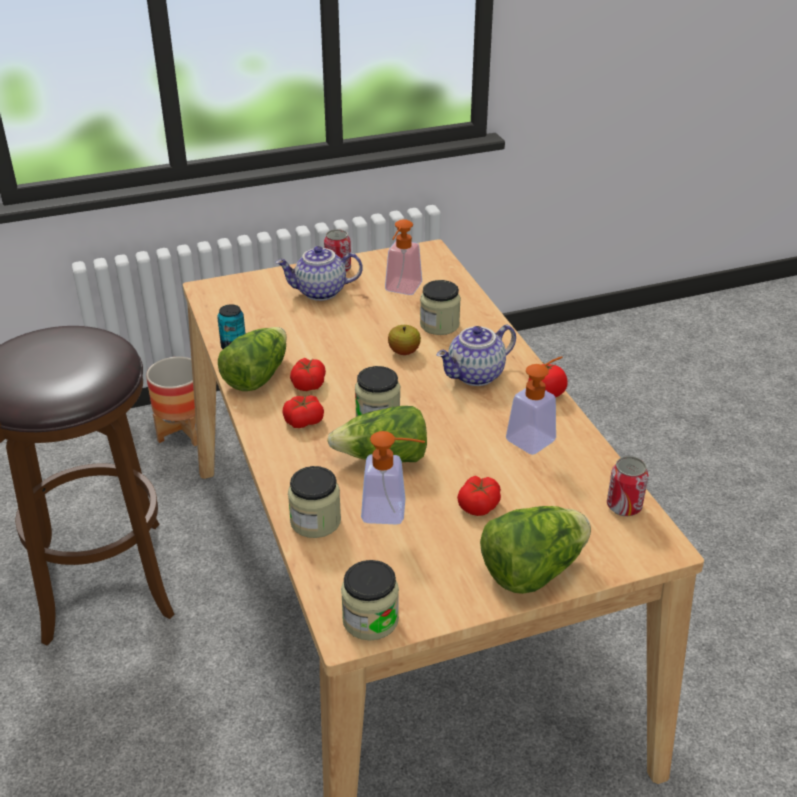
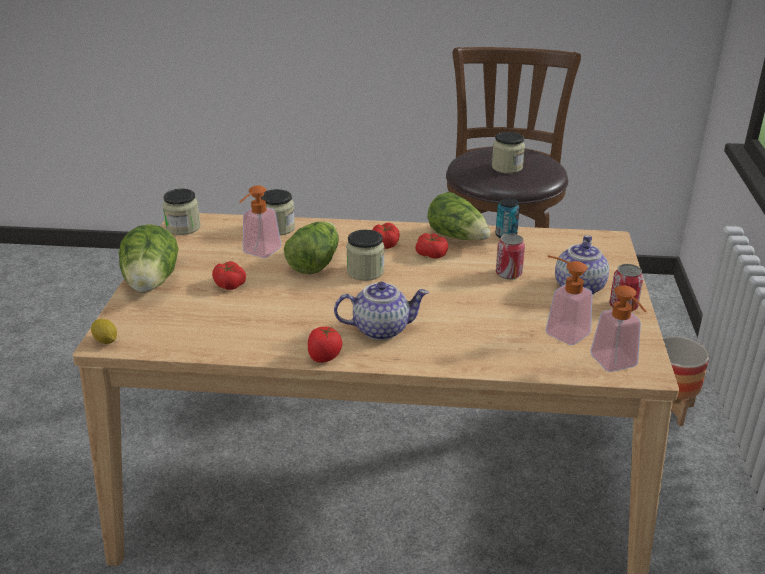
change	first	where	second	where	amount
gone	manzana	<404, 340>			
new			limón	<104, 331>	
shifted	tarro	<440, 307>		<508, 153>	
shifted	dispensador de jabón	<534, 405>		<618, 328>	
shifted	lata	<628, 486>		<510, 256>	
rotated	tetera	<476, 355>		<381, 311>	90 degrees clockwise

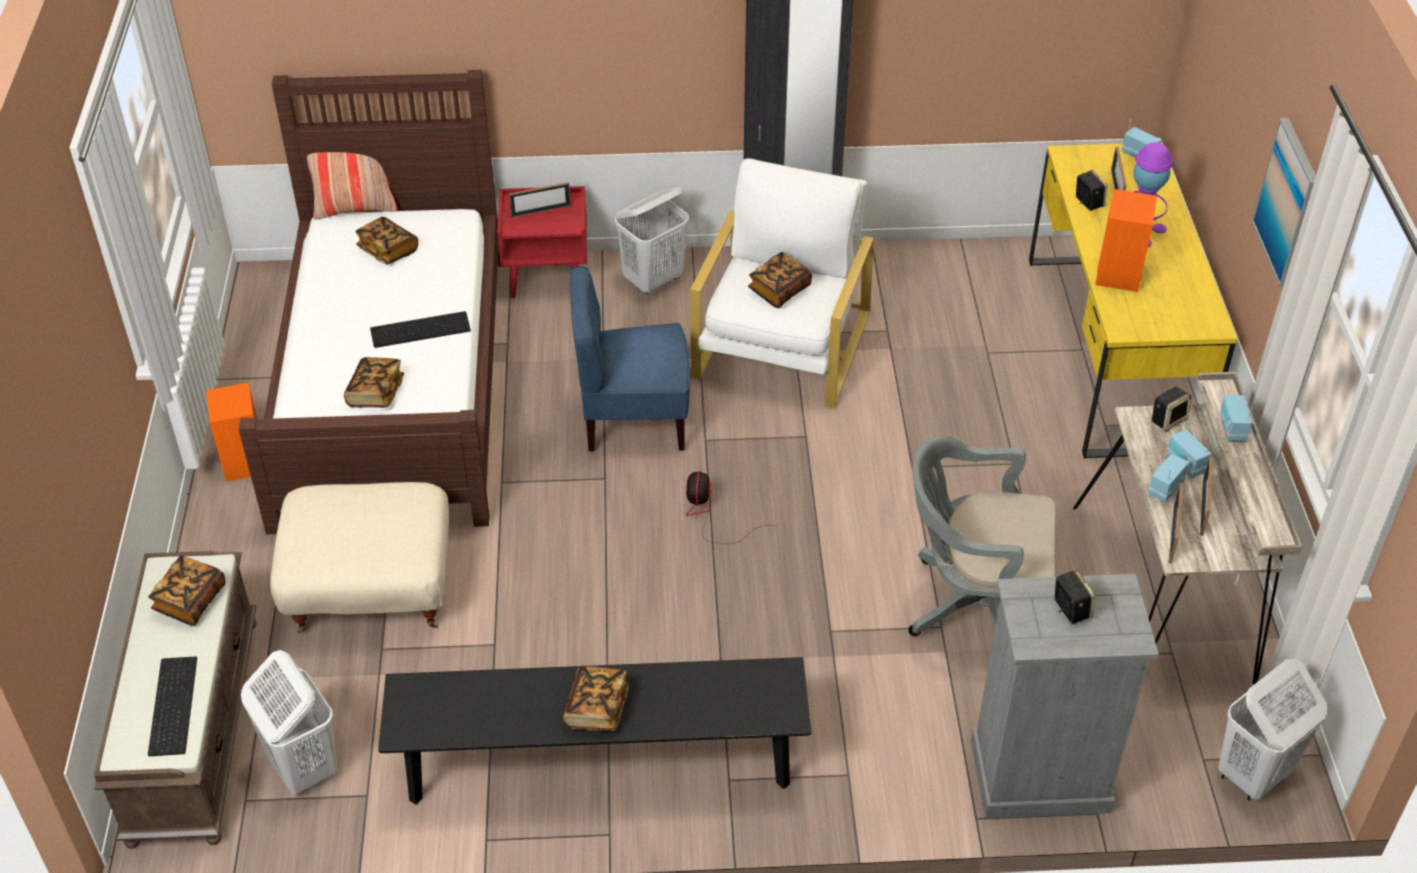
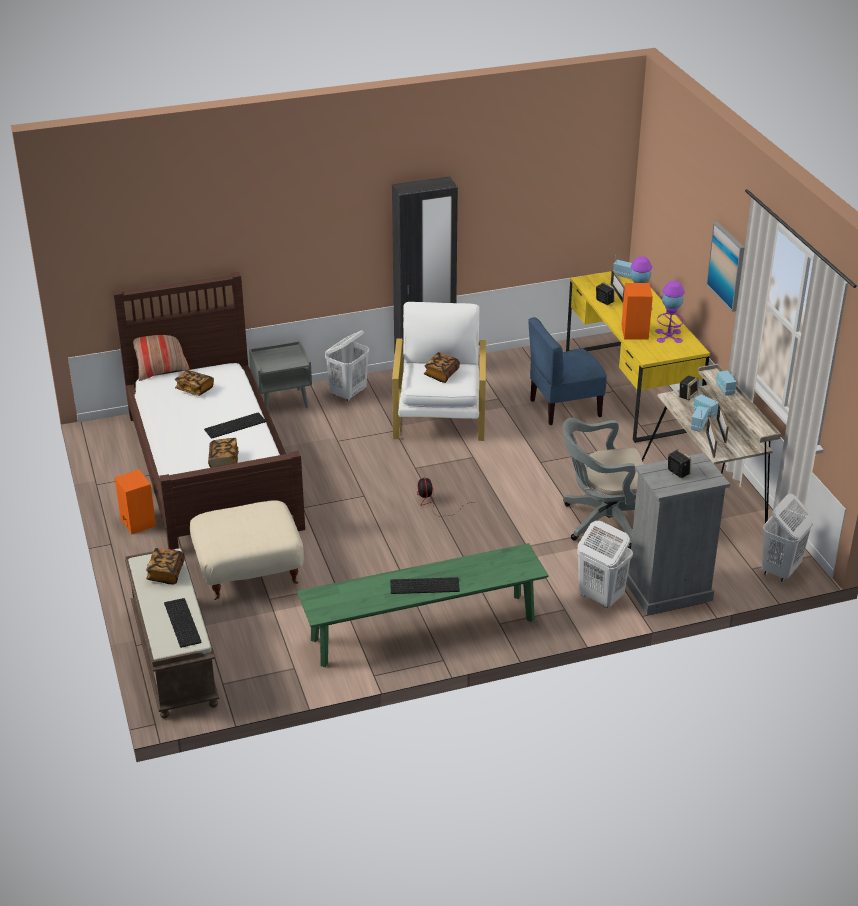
change	first	where	second	where	amount
gone	portarretratos	<540, 200>			
new			lámpara de mesa [morado]	<670, 312>	
shifted	cesto de la ropa [blanco]	<289, 722>		<605, 564>	
shifted	silla [azul]	<630, 359>		<567, 371>	
swapped	libro	<596, 698>	teclado	<425, 585>	
repainted	banco [negro]	<594, 731>	banco [verde]	<423, 605>	
repainted	mesita de noche [rojo]	<542, 242>	mesita de noche [gris]	<280, 375>	

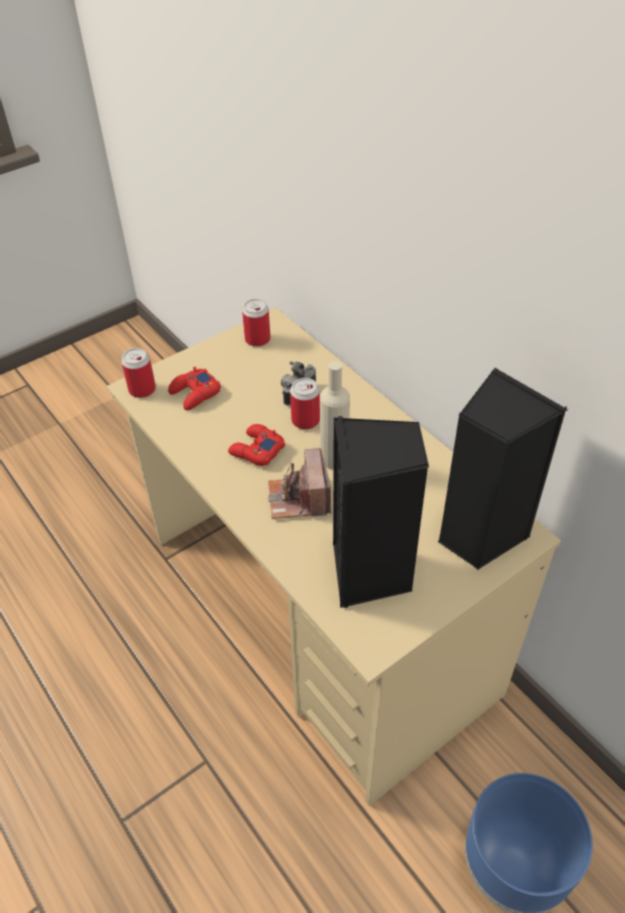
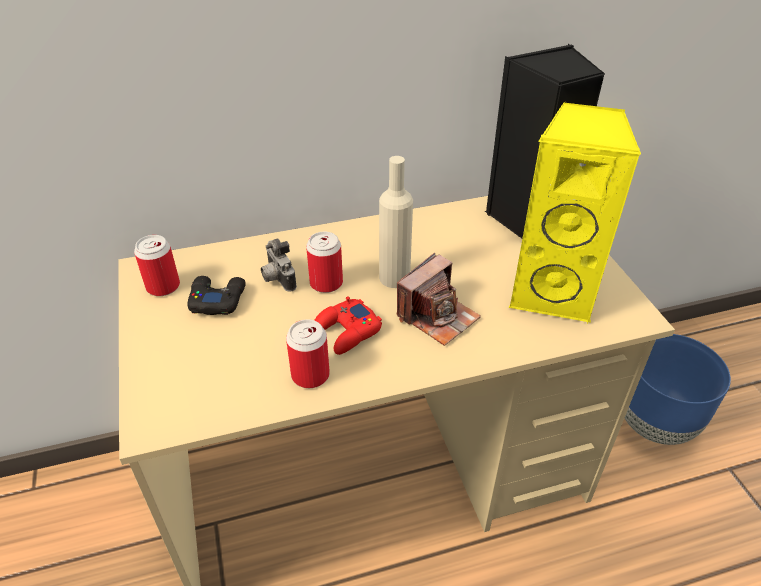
change	first	where	second	where	amount
gone	mando de consola [rojo]	<194, 388>			
new			mando de consola [negro]	<216, 295>	
shifted	lata	<138, 373>		<308, 353>	
repainted	altavoz [negro]	<381, 512>	altavoz [amarillo]	<575, 213>	
rotated	cámara	<299, 483>		<439, 299>	60 degrees counterclockwise

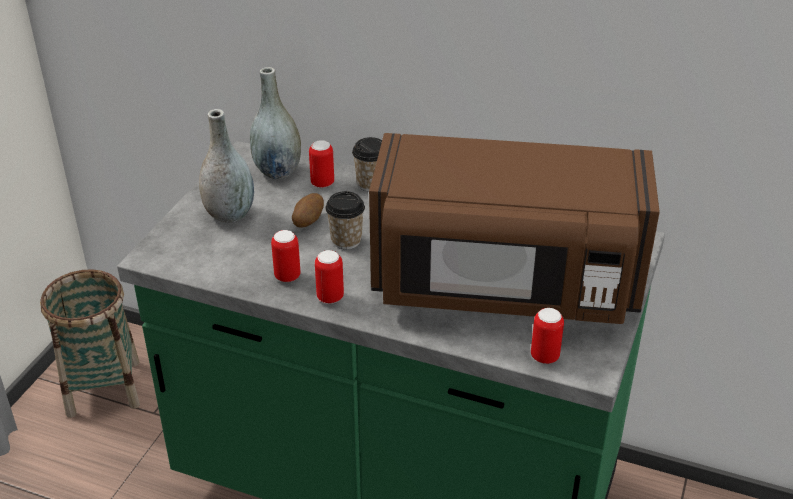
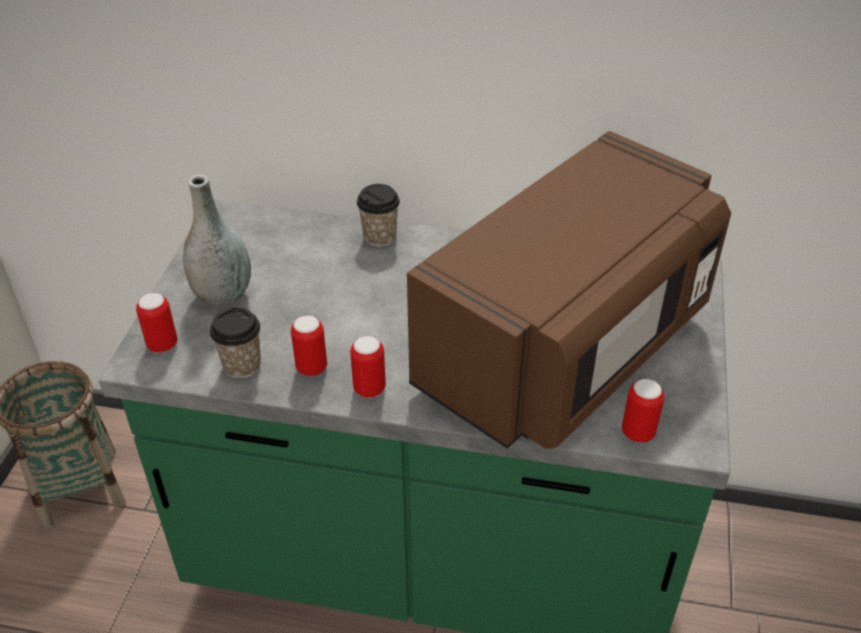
change	first	where	second	where	amount
gone	florero [gris]	<275, 123>			
gone	patata	<308, 210>			
shifted	lata	<321, 164>		<157, 323>	
shifted	taza	<345, 220>		<235, 343>	
rotated	microondas [marrón]	<514, 228>		<569, 290>	45 degrees counterclockwise

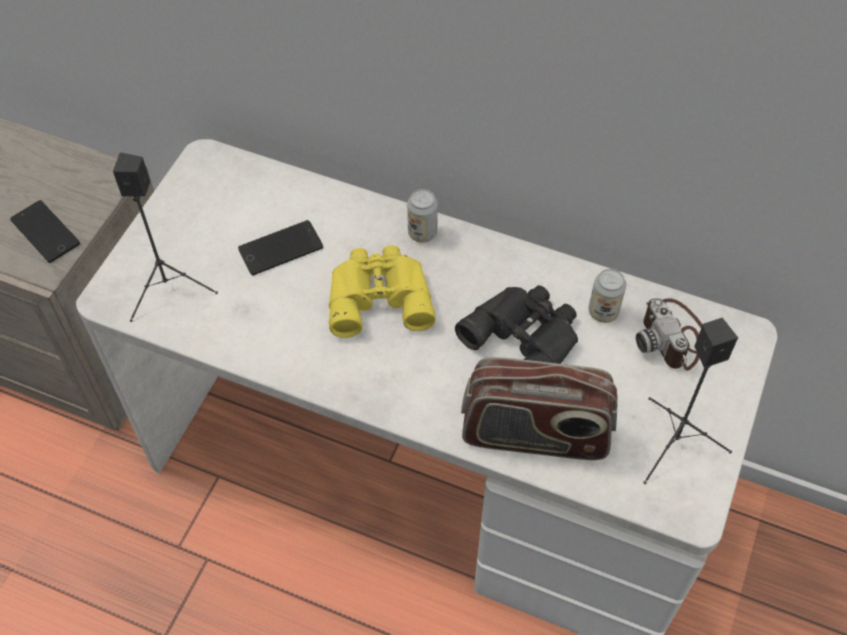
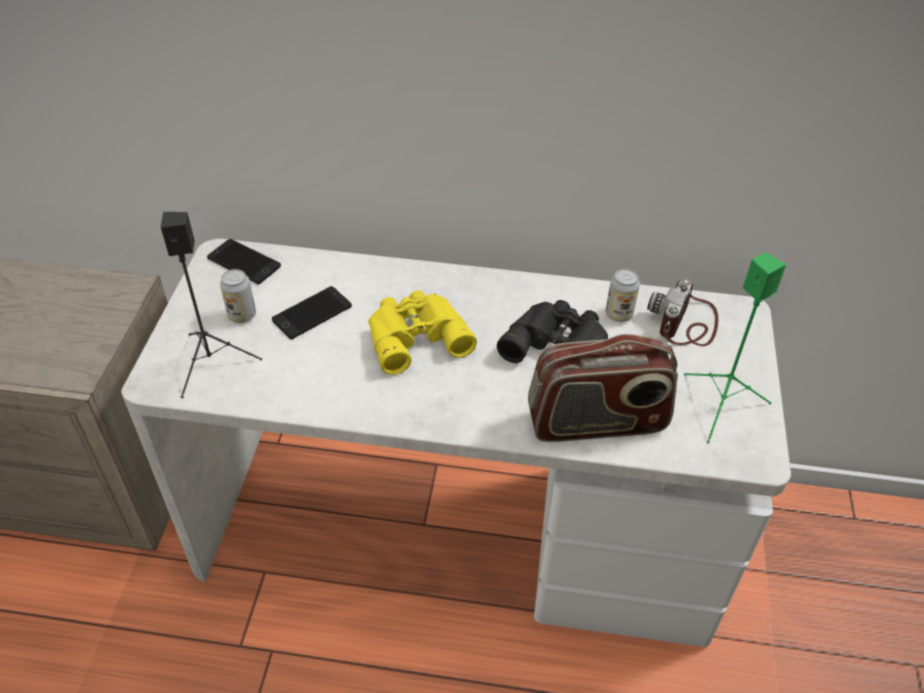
change	first	where	second	where	amount
shifted	móvil	<45, 231>		<244, 261>	
shifted	lata	<422, 216>		<238, 296>	
repainted	altavoz [negro]	<690, 401>	altavoz [verde]	<735, 348>	
rotated	cámara	<669, 334>		<682, 312>	60 degrees clockwise

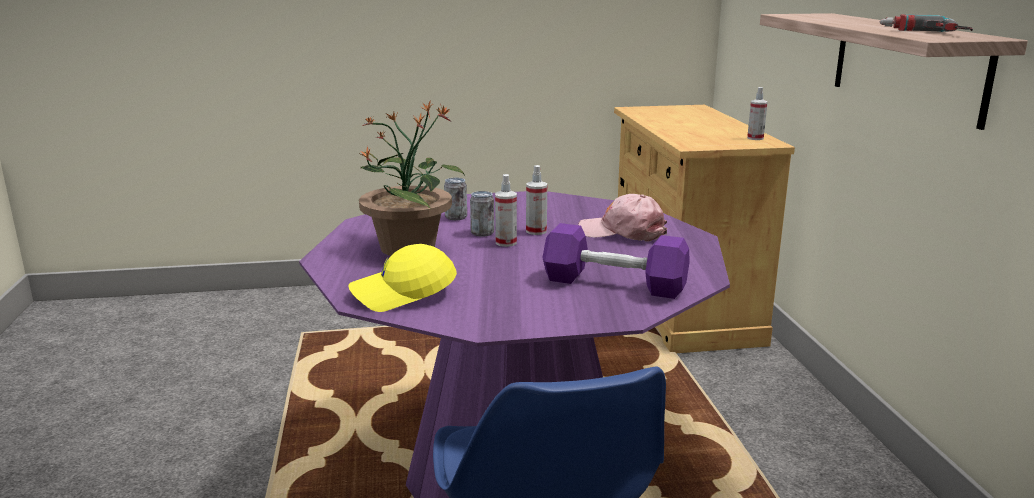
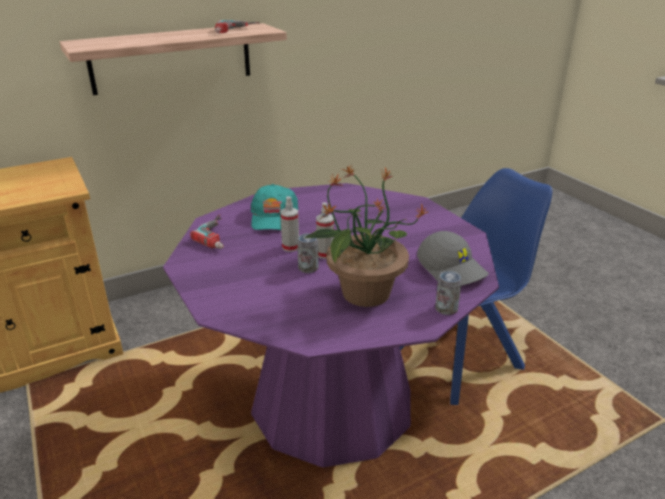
change	first	where	second	where	amount
gone	mancuerna [morado]	<616, 261>			
gone	pulverizador	<757, 113>			
new			taladro	<207, 232>	
shifted	lata	<455, 199>		<448, 293>	
repainted	gorra [amarillo]	<402, 278>	gorra [gris]	<453, 258>	
repainted	gorra [rosa]	<622, 218>	gorra [turquesa]	<274, 207>	

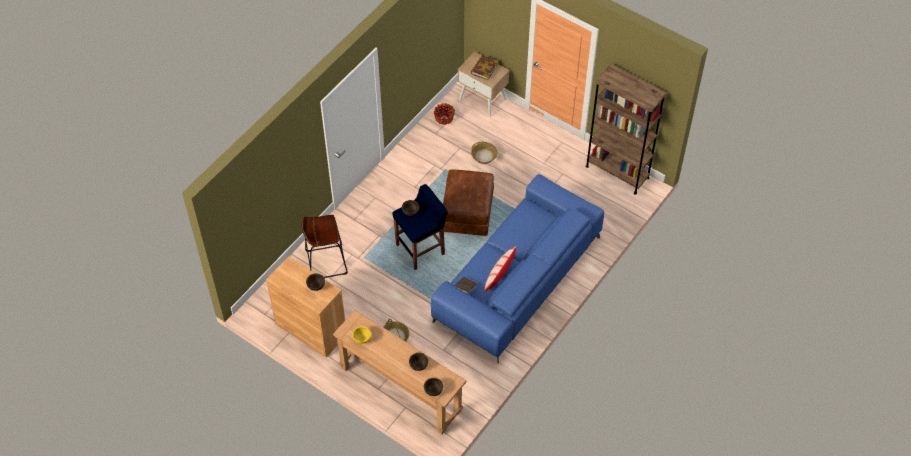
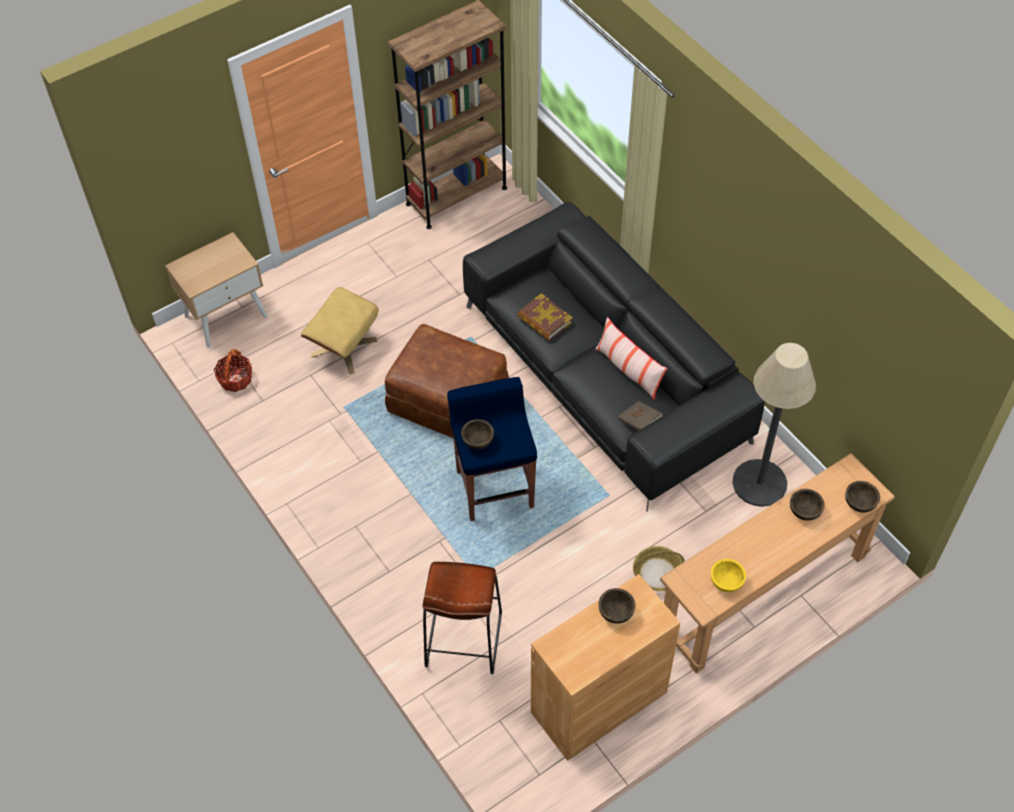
change	first	where	second	where	amount
new			lámpara de pie	<774, 425>	
shifted	libro	<484, 68>		<544, 317>	
swapped	cesta	<484, 153>	puf [beis]	<340, 330>	
repainted	sofá [azul]	<517, 269>	sofá [negro]	<614, 357>	

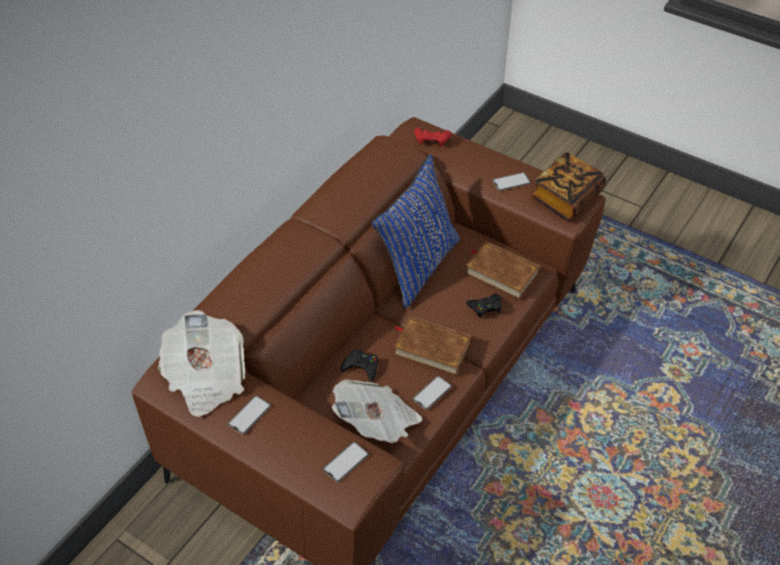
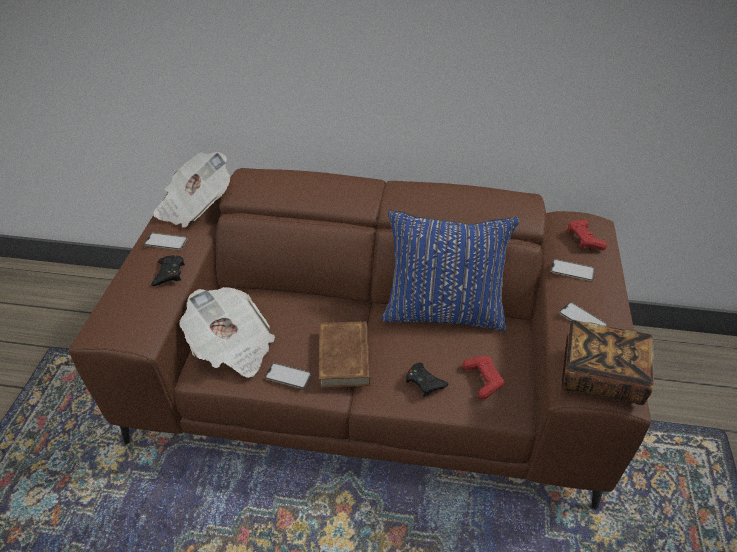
change	first	where	second	where	amount
shifted	móvil	<346, 462>		<573, 270>	
shifted	mando de consola [negro]	<359, 365>		<168, 270>	
swapped	libro [marrón]	<503, 270>	mando de consola [rojo]	<483, 377>	

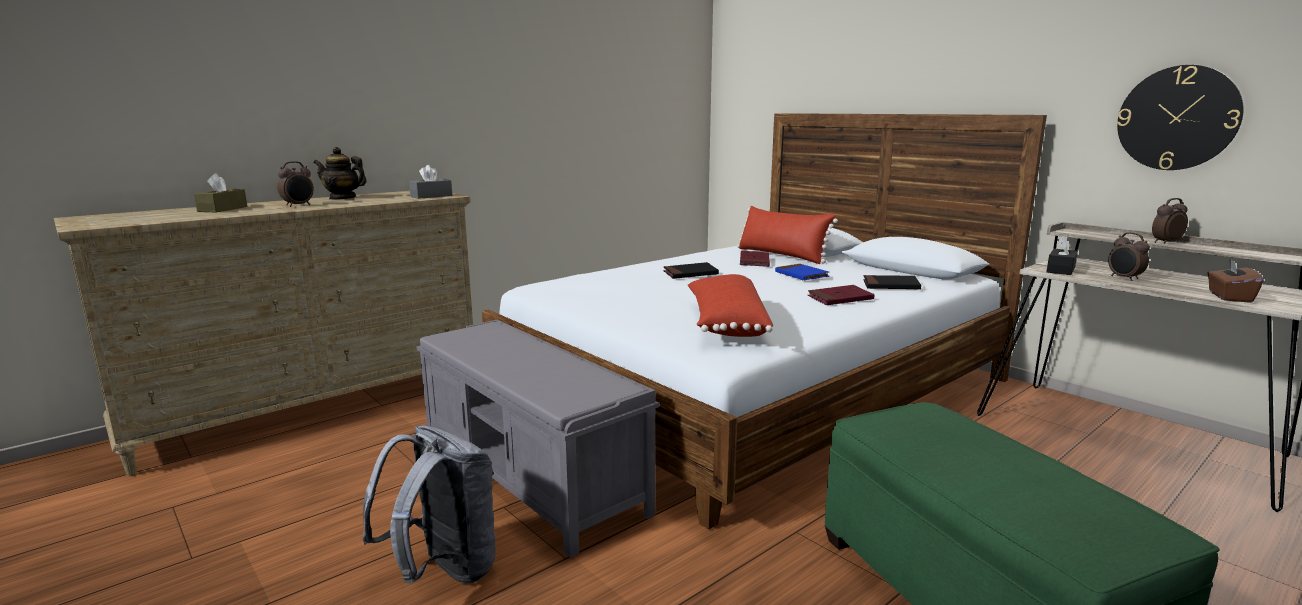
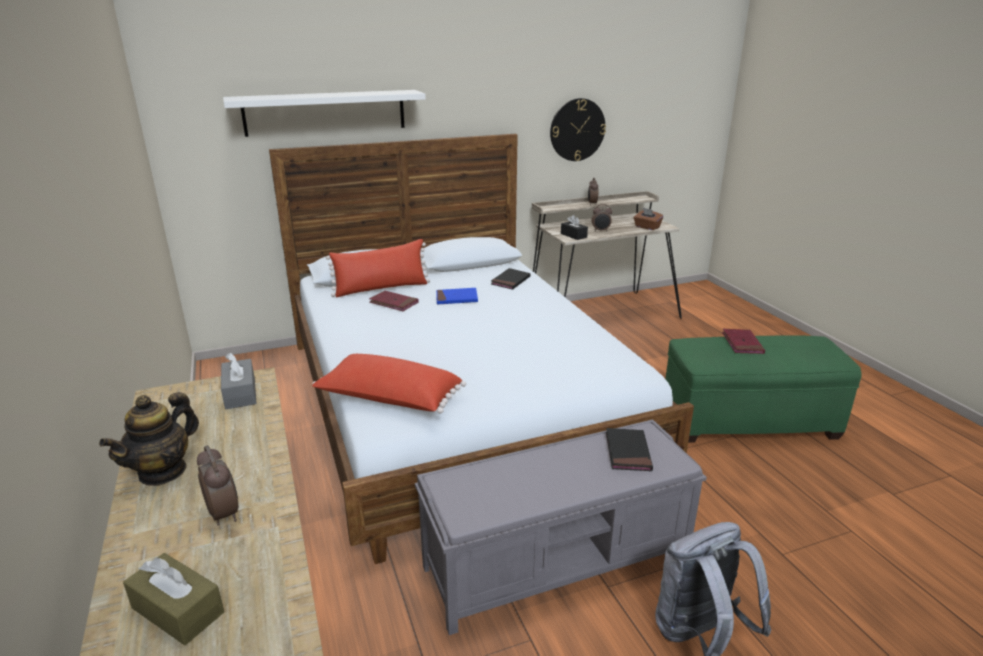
change	first	where	second	where	amount
new			estante [blanco]	<324, 113>	
shifted	libro [negro]	<691, 270>		<629, 449>	
shifted	cojín [rojo]	<730, 305>		<389, 383>	
shifted	libro [rojo]	<841, 295>		<743, 341>	

